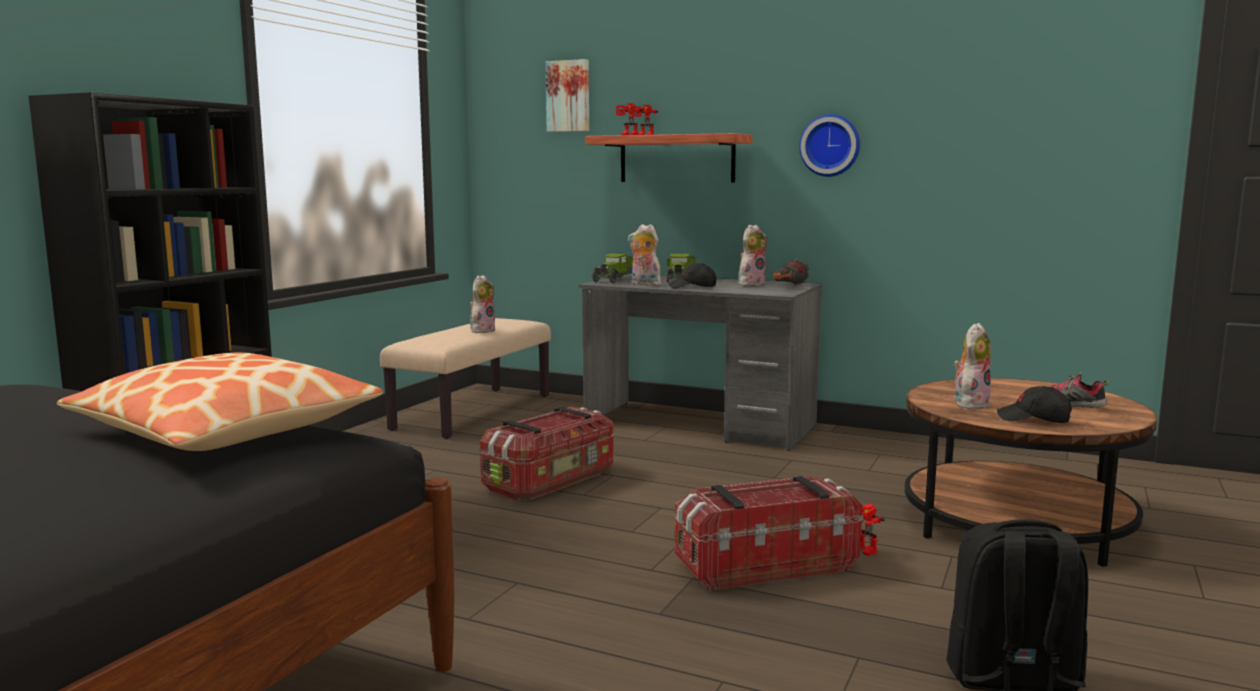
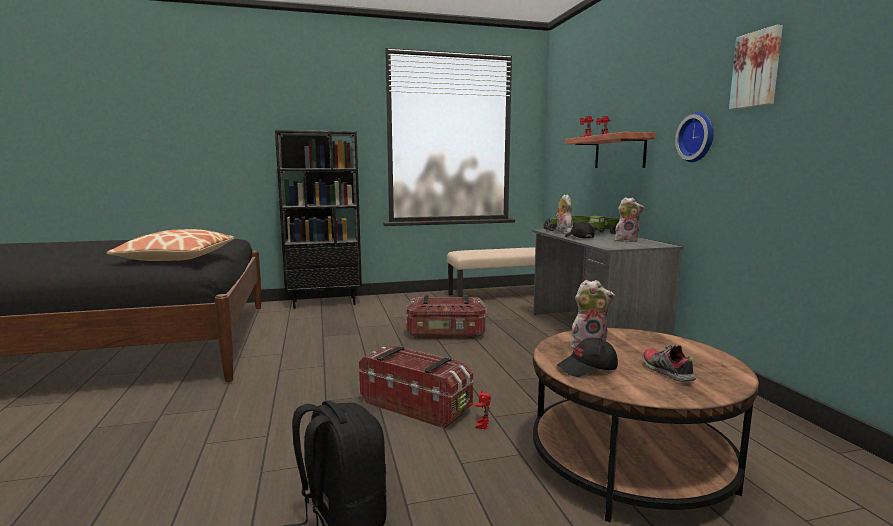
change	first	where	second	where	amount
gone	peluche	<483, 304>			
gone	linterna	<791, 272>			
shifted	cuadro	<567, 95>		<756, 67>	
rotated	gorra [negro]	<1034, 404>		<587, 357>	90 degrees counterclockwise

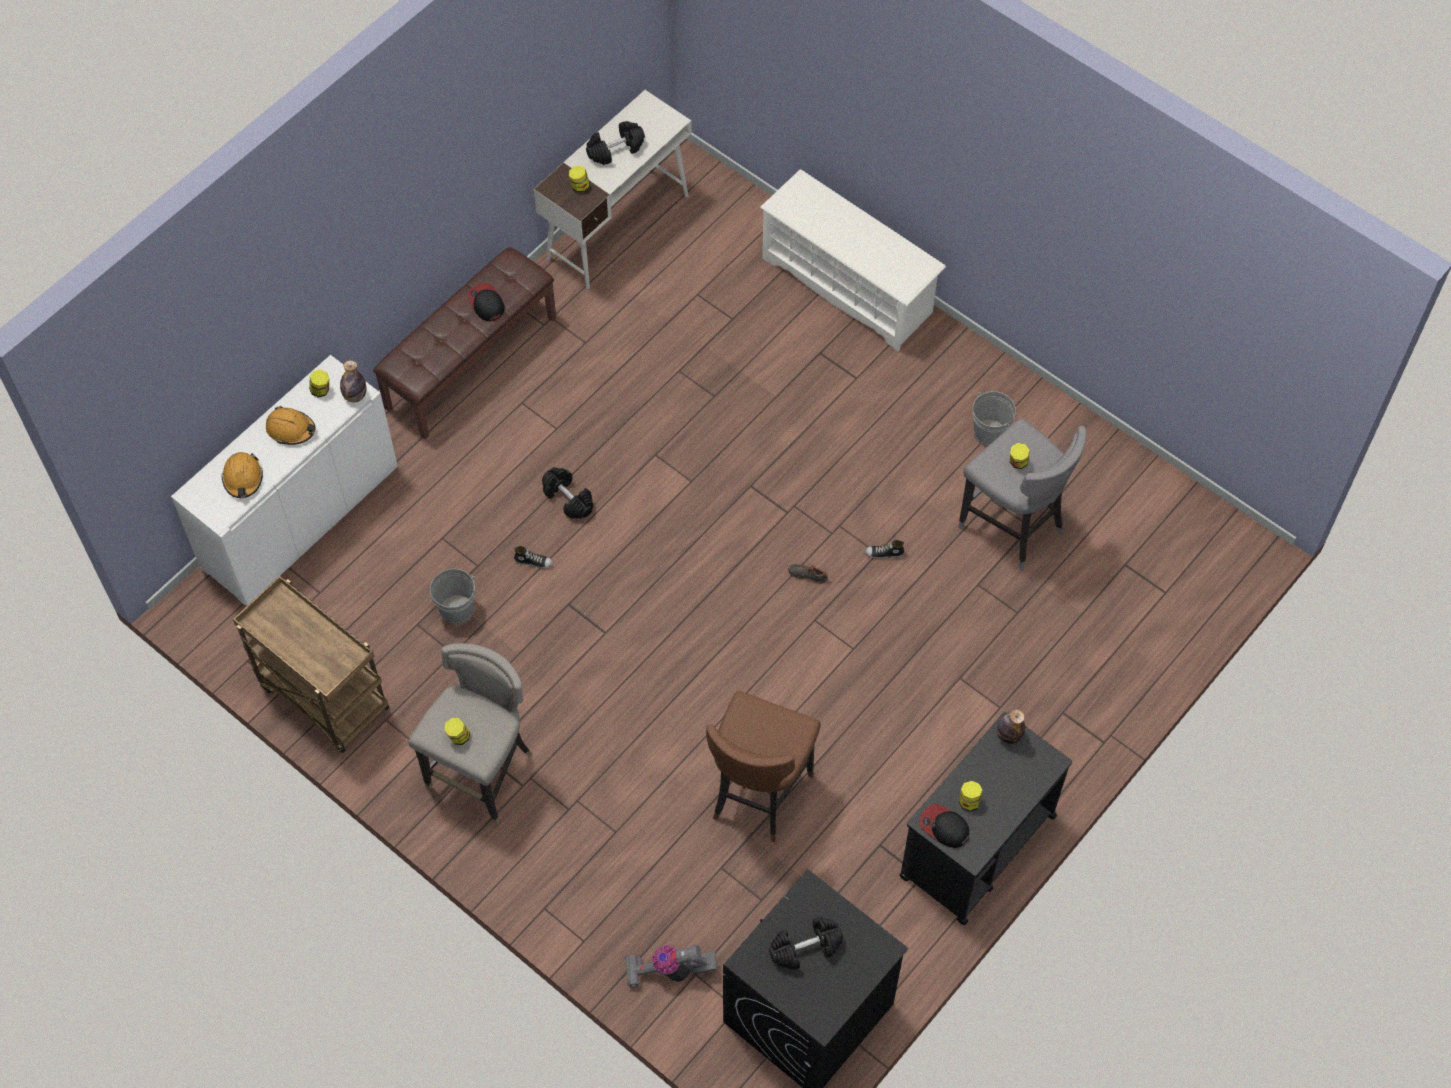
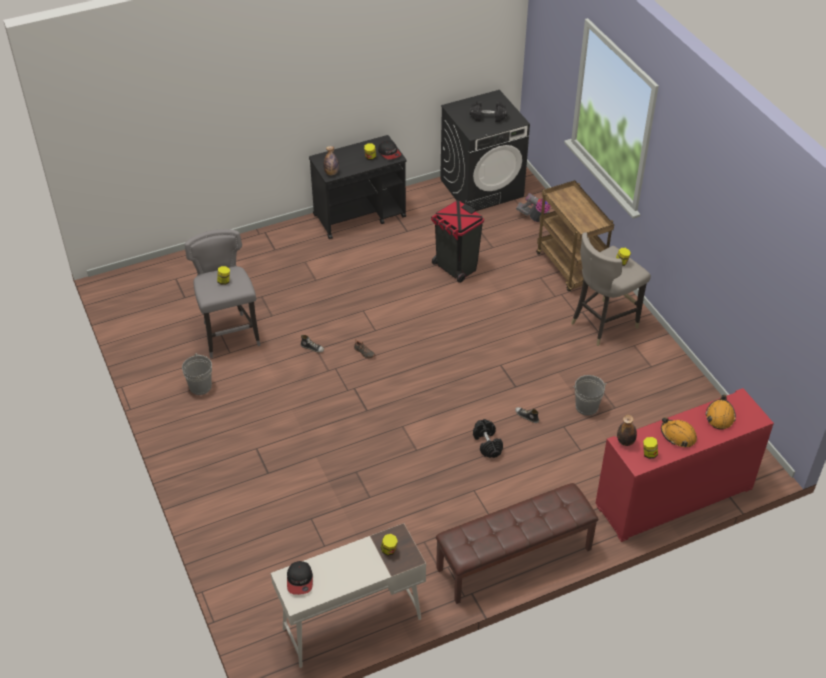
change	first	where	second	where	amount
gone	mancuerna [negro]	<615, 143>			
gone	zapatero [blanco]	<853, 260>			
shifted	carrito [marrón]	<311, 664>		<575, 235>	
shifted	gorra	<486, 302>		<300, 578>	
swapped	taburete [marrón]	<763, 766>	papelera [negro]	<457, 241>	
repainted	armario [blanco]	<284, 480>	armario [rojo]	<685, 465>	

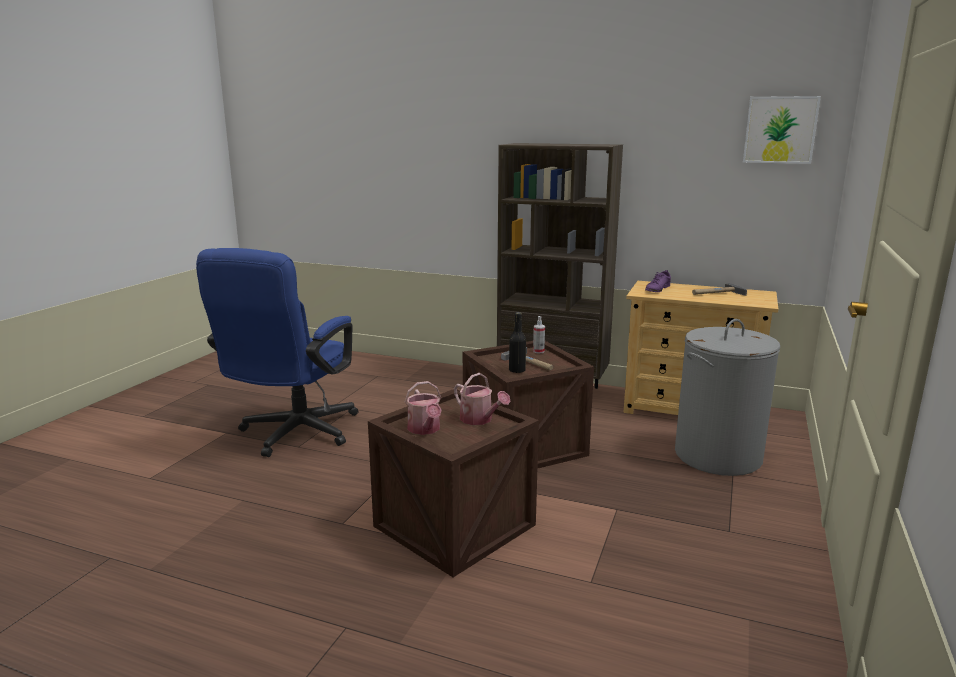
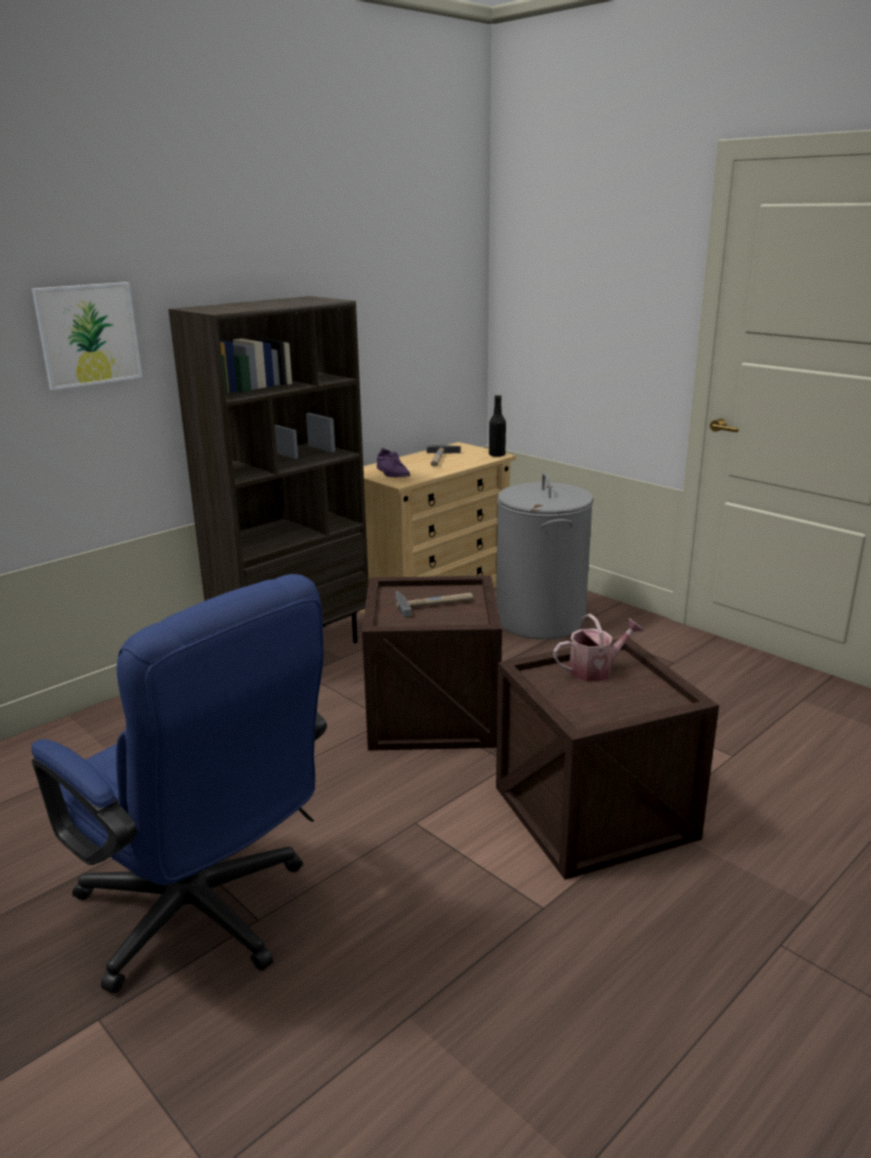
change	first	where	second	where	amount
gone	regadera	<423, 408>			
gone	pulverizador	<539, 335>			
shifted	botella [negro]	<517, 342>		<497, 426>	
shifted	cuadro	<782, 130>		<87, 336>	

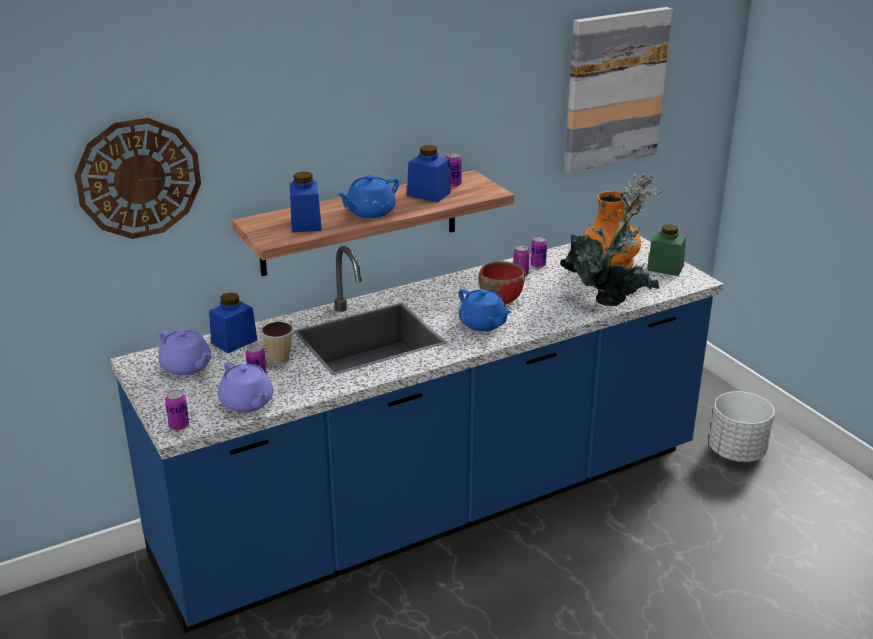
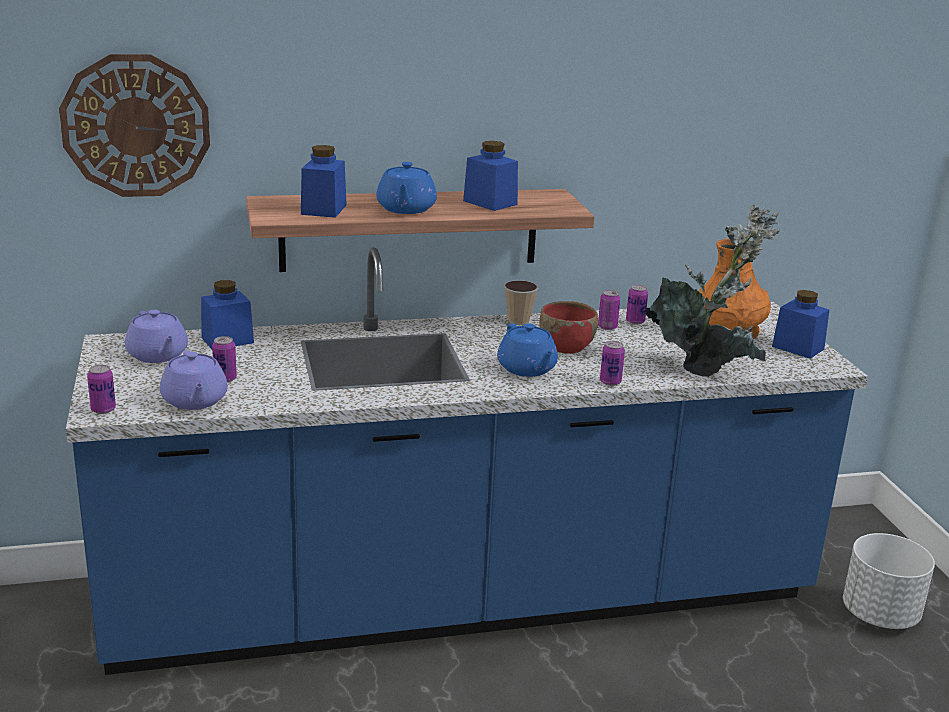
change	first	where	second	where	amount
gone	cuadro	<618, 90>			
shifted	taza	<277, 343>		<521, 302>	
shifted	lata	<454, 170>		<612, 363>	
repainted	tarro [verde]	<666, 250>	tarro [azul]	<800, 324>	
rotated	tetera [azul]	<368, 196>		<406, 188>	60 degrees counterclockwise

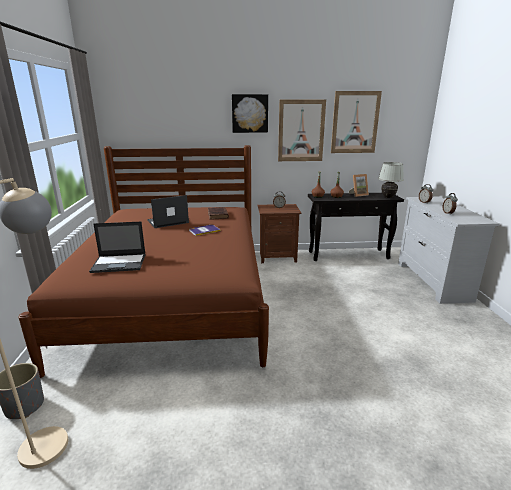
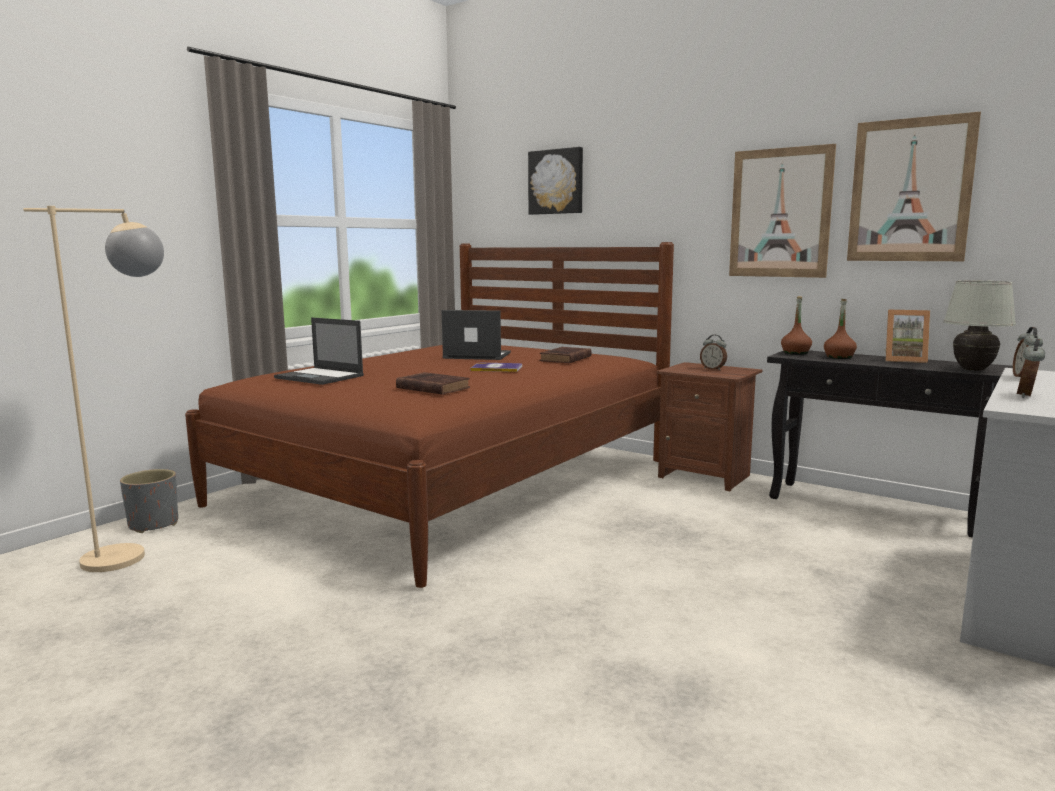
change	first	where	second	where	amount
new			libro [marrón]	<433, 383>	
shifted	cuadro	<250, 113>		<555, 181>	

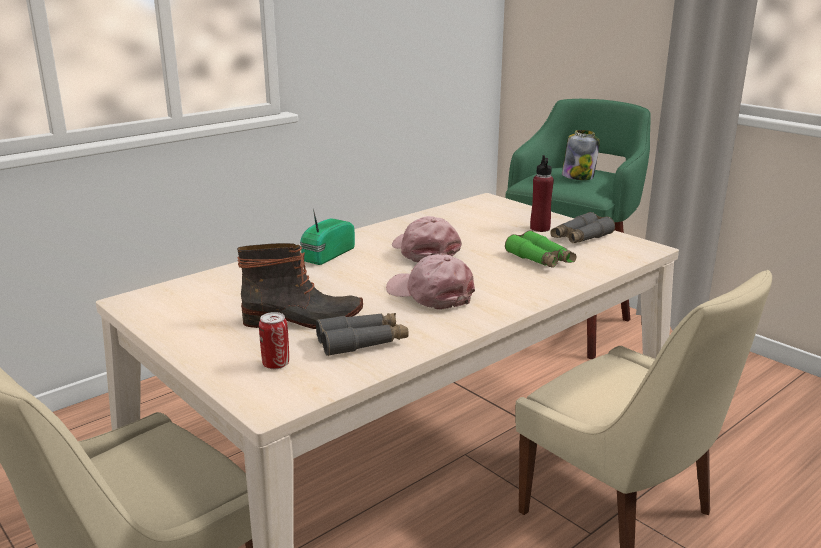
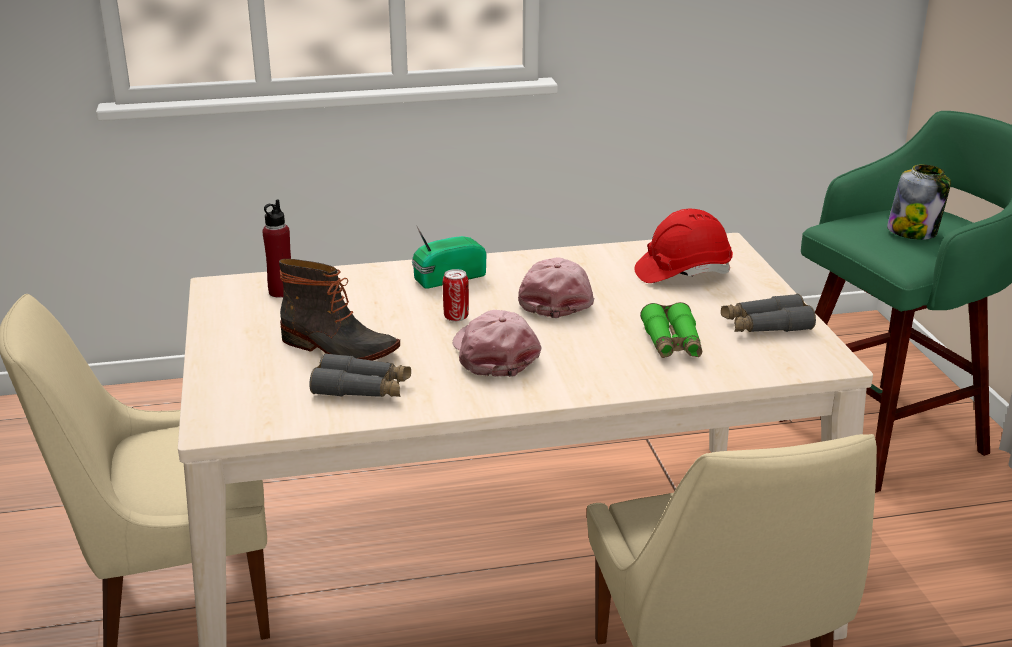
change	first	where	second	where	amount
new			casco [rojo]	<684, 246>	
shifted	lata	<274, 340>		<456, 295>	
shifted	botella [rojo]	<542, 193>		<276, 248>	

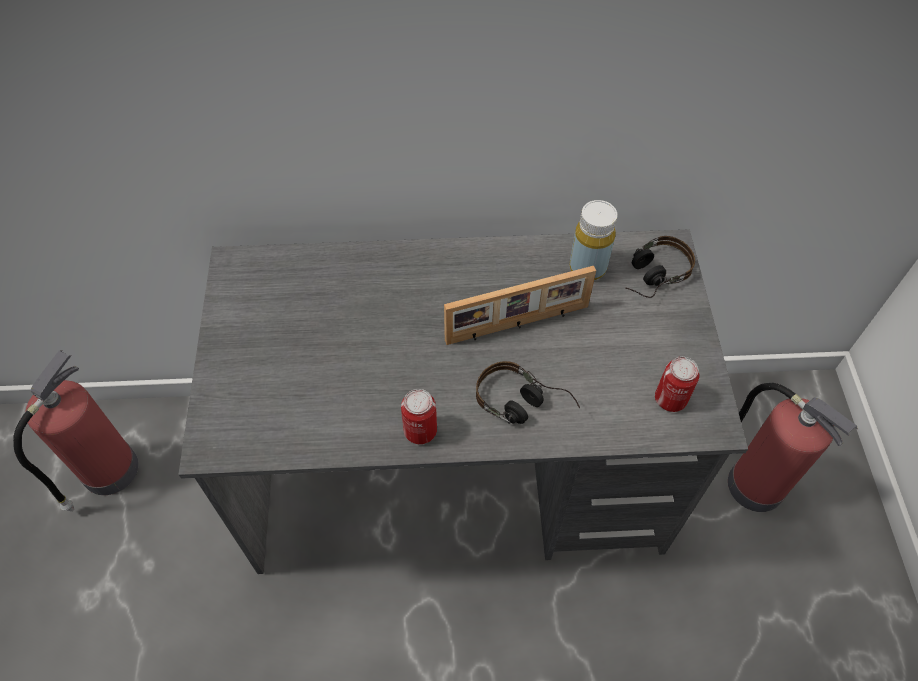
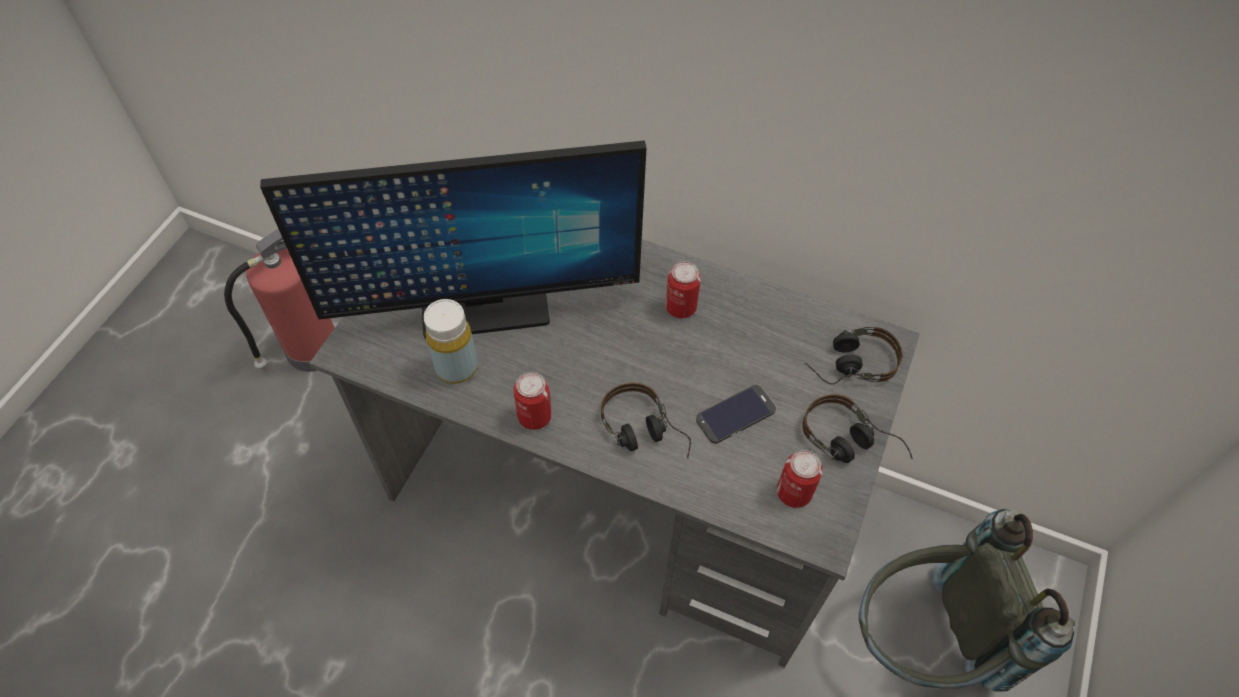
change	first	where	second	where	amount
gone	portarretratos	<520, 305>			
new			monitor	<453, 239>	
new			lata	<683, 289>	
new			móvil	<736, 414>	
new			auriculares	<857, 428>	
shifted	botella [amarillo]	<593, 240>		<450, 341>	
swapped	extintor	<793, 447>	mochila [gris]	<967, 600>	

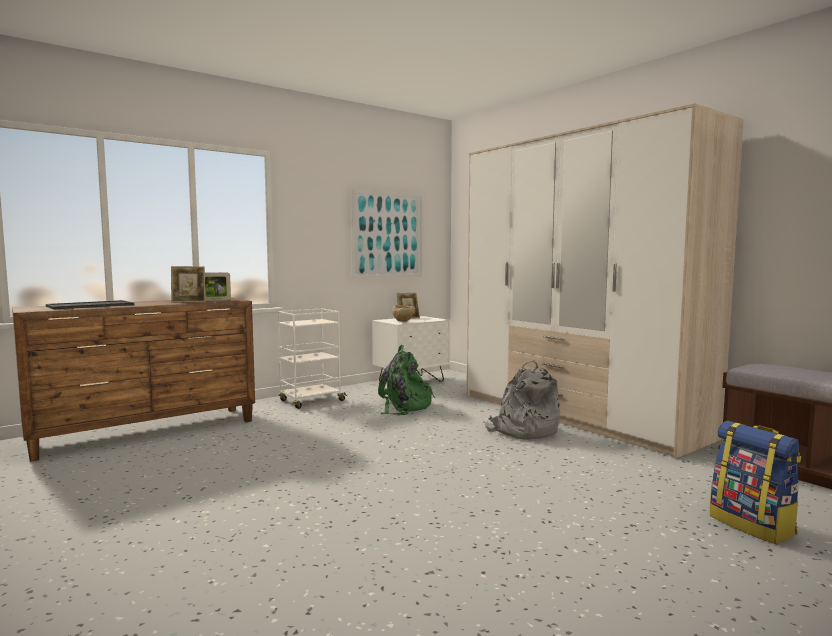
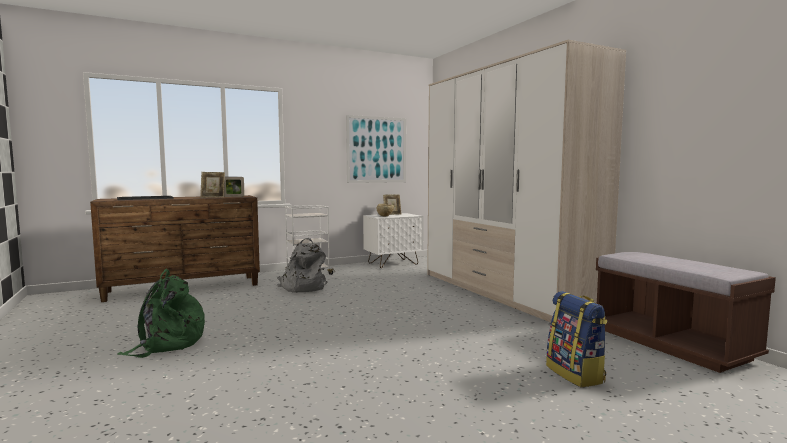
change	first	where	second	where	amount
shifted	mochila [verde]	<406, 380>		<161, 313>	
shifted	mochila [gris]	<522, 400>		<302, 265>	

